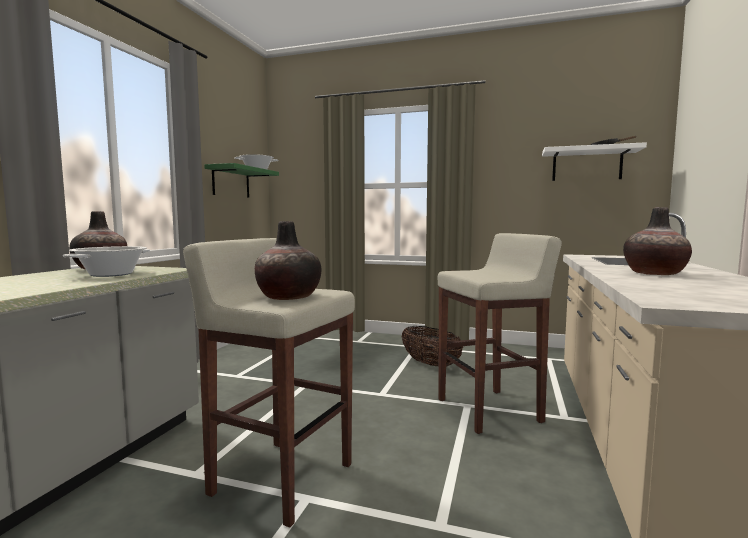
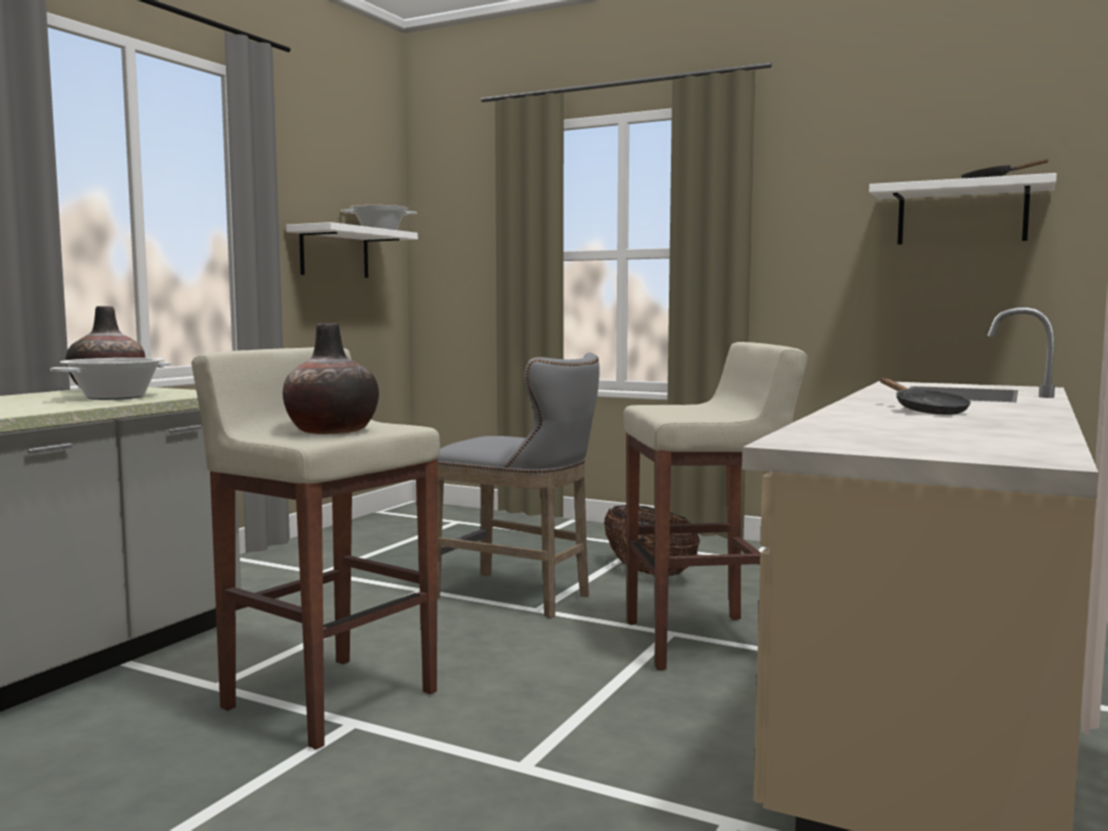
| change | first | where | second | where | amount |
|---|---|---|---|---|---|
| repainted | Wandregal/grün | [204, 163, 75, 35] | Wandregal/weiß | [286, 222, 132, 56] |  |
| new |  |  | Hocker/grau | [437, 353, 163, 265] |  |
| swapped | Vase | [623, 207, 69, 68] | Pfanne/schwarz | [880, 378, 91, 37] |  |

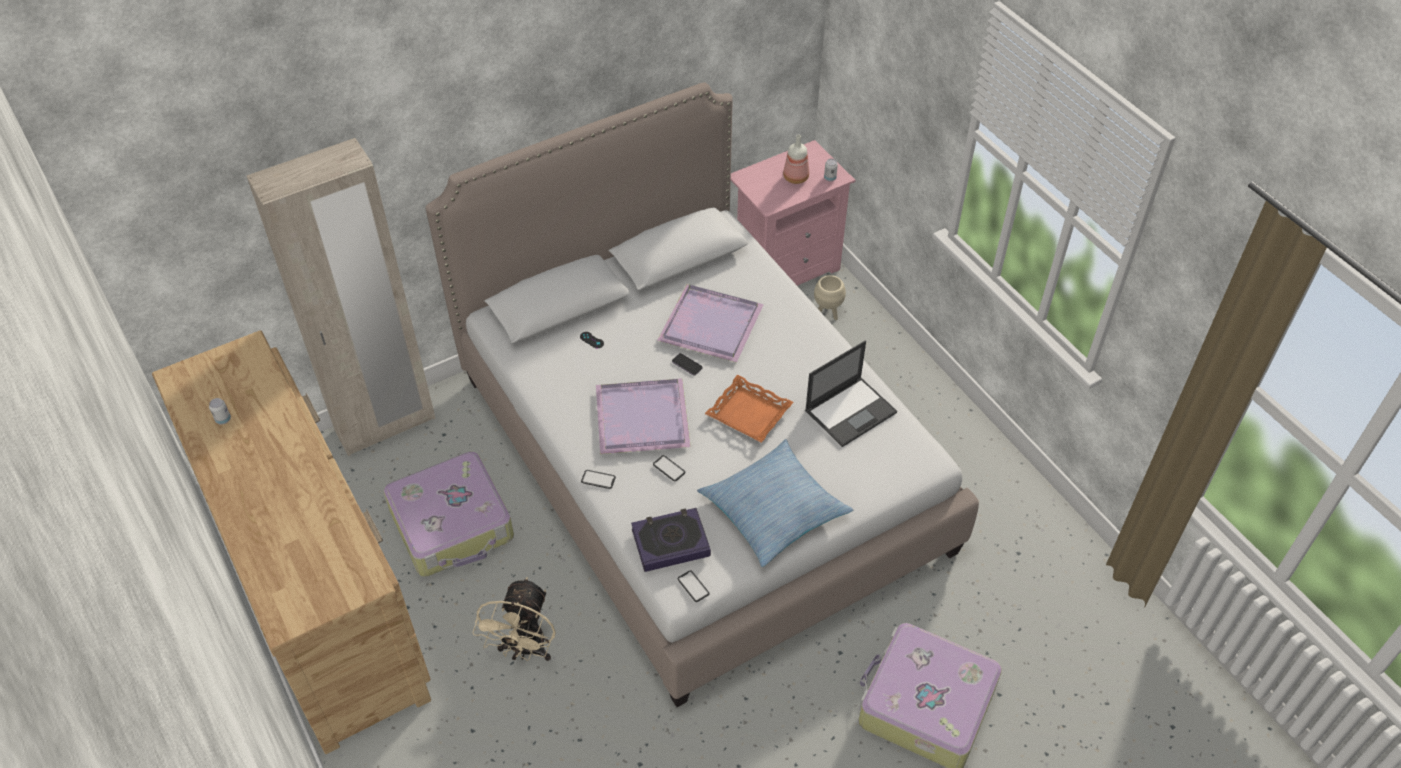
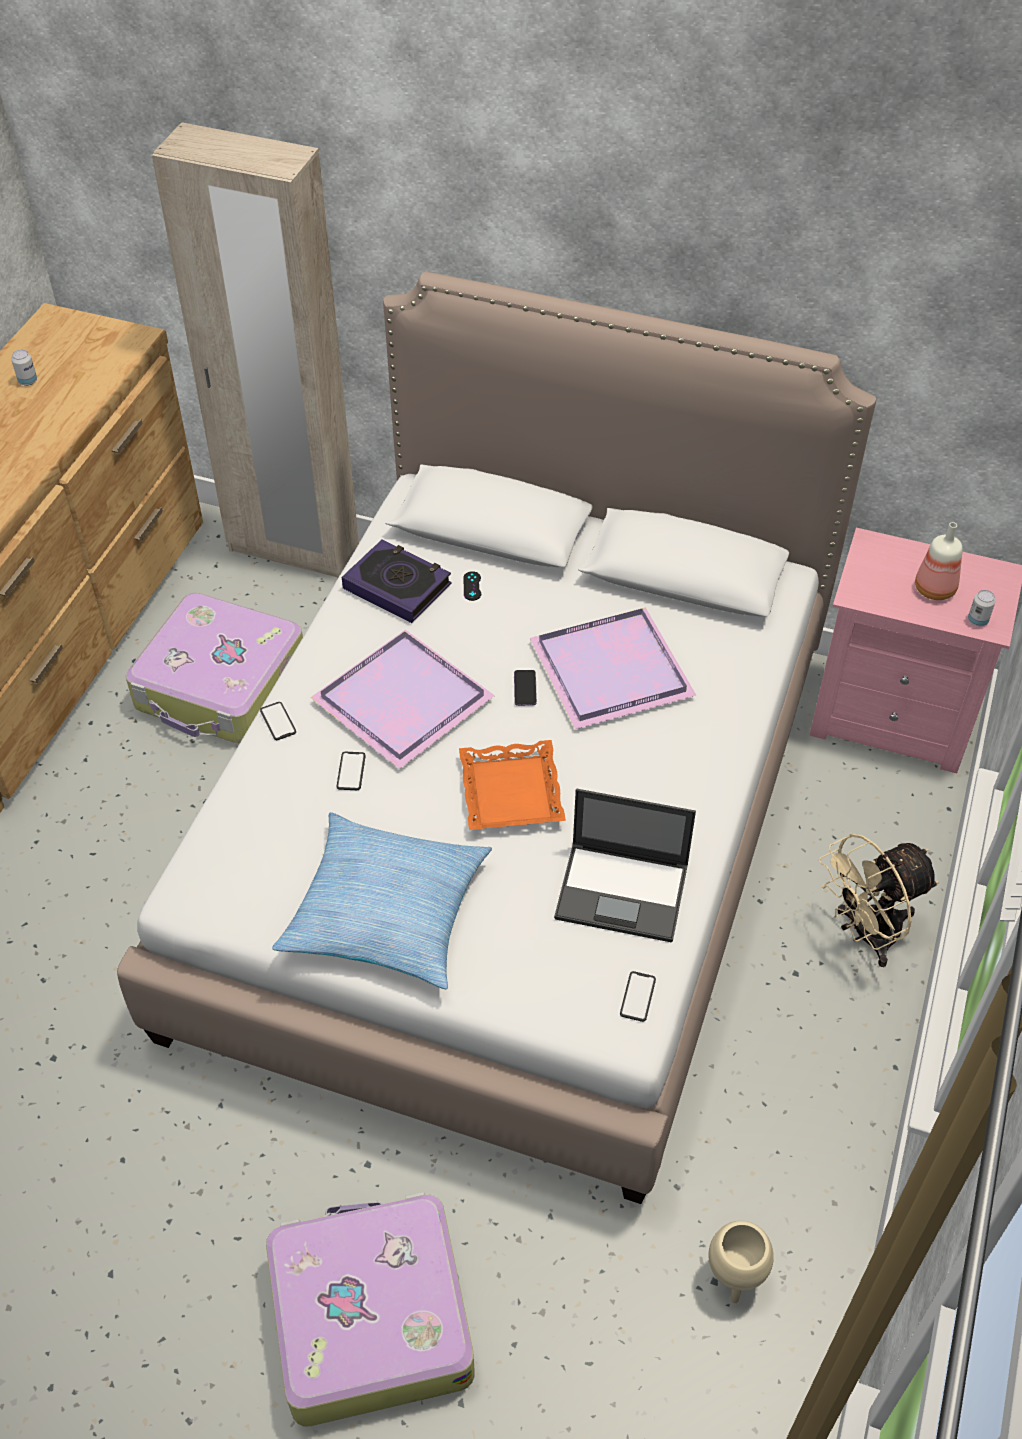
| change | first | where | second | where | amount |
|---|---|---|---|---|---|
| shifted | Buch | [631, 508, 80, 64] |  | [342, 540, 109, 83] |  |
| shifted | Handy | [678, 570, 31, 32] |  | [620, 971, 36, 51] |  |
| shifted | Pflanzkübel/beige | [814, 275, 32, 45] |  | [709, 1221, 65, 82] |  |
| shifted | Ventilator/beige | [472, 577, 84, 84] |  | [819, 834, 120, 133] |  |

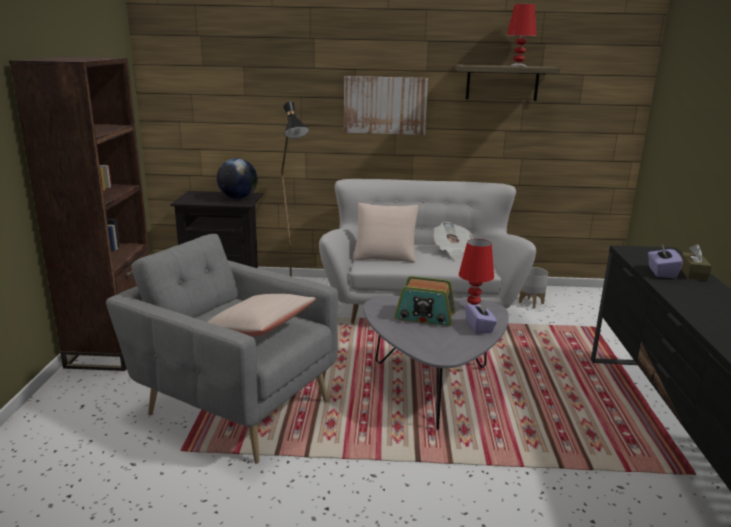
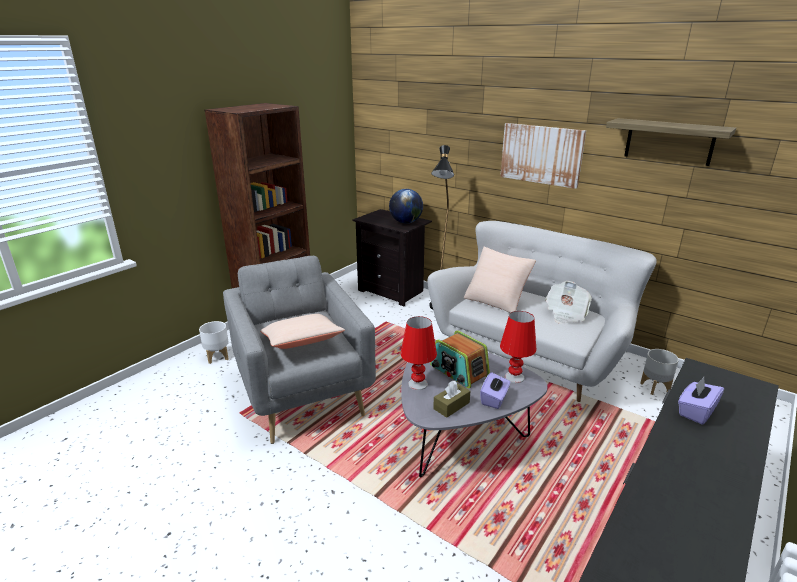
| change | first | where | second | where | amount |
|---|---|---|---|---|---|
| new |  |  | Pflanzkübel/weiß | [199, 321, 30, 43] |  |
| shifted | Tischlampe/rot | [507, 4, 29, 63] |  | [400, 316, 37, 74] |  |
| shifted | Taschentuchbox/braun | [681, 244, 31, 37] |  | [433, 380, 37, 38] |  |

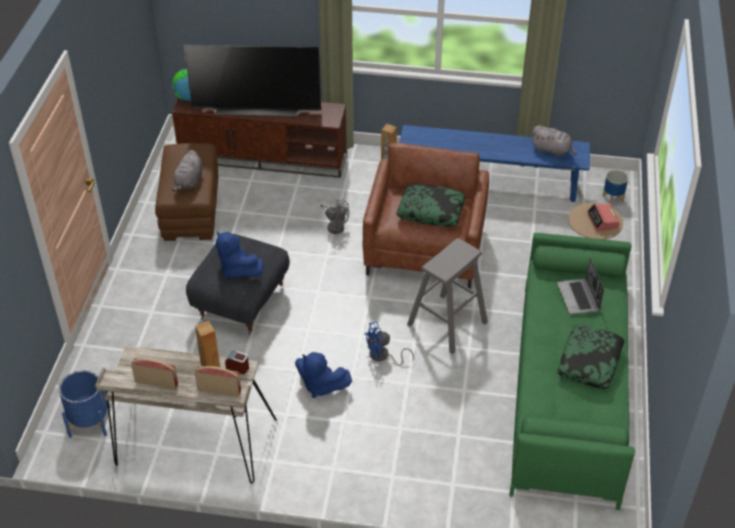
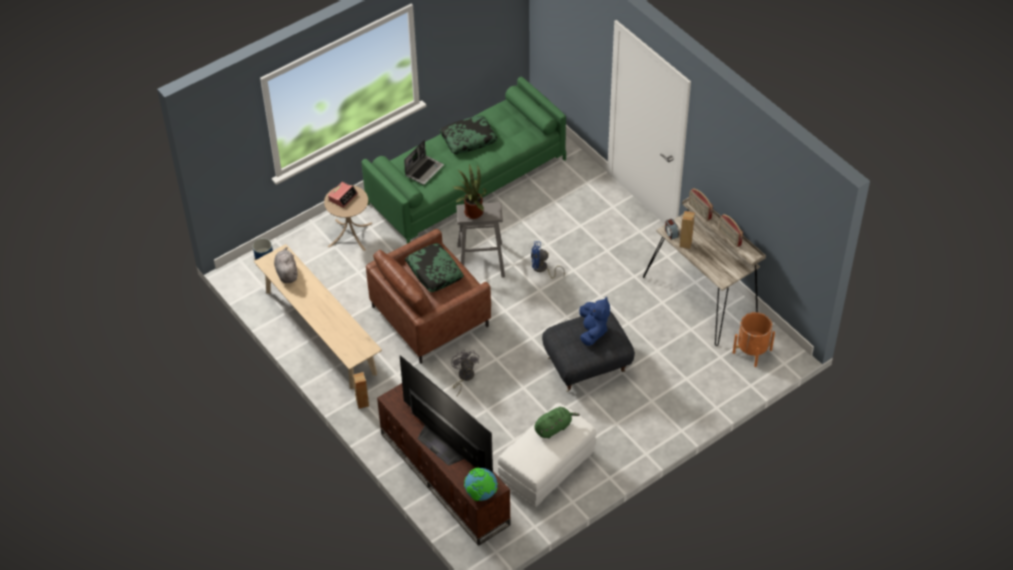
| change | first | where | second | where | amount |
|---|---|---|---|---|---|
| repainted | Bank/blau | [399, 125, 191, 77] | Bank/beige | [254, 244, 128, 145] |  |
| new |  |  | Topfpflanze | [454, 164, 33, 55] |  |
| repainted | Polsterhocker/braun | [155, 143, 63, 98] | Polsterhocker/weiß | [497, 402, 100, 106] |  |
| rotated | Ventilator/blau | [365, 322, 49, 44] |  | [531, 241, 34, 38] | 150 degrees clockwise |
| repainted | Plüschtier/grau | [171, 150, 32, 42] | Plüschtier/grün | [534, 407, 46, 31] |  |
| repainted | Pflanzkübel/blau | [59, 370, 51, 68] | Pflanzkübel/orange | [733, 312, 42, 55] |  |
| gone | Plüschtier/blau | [295, 352, 57, 46] |  |  |  |

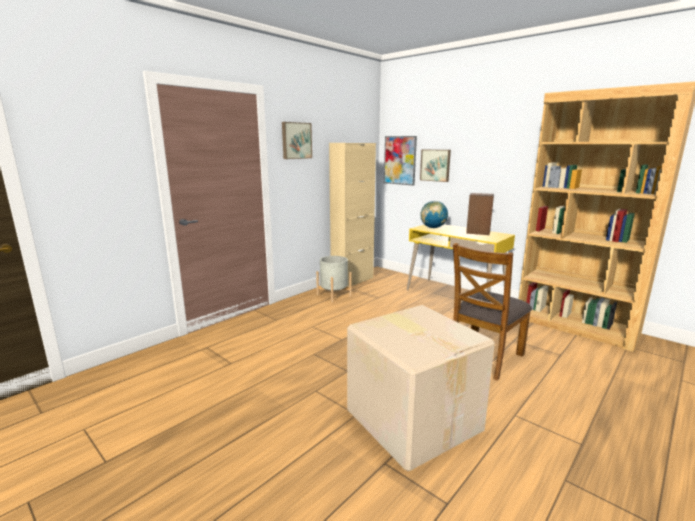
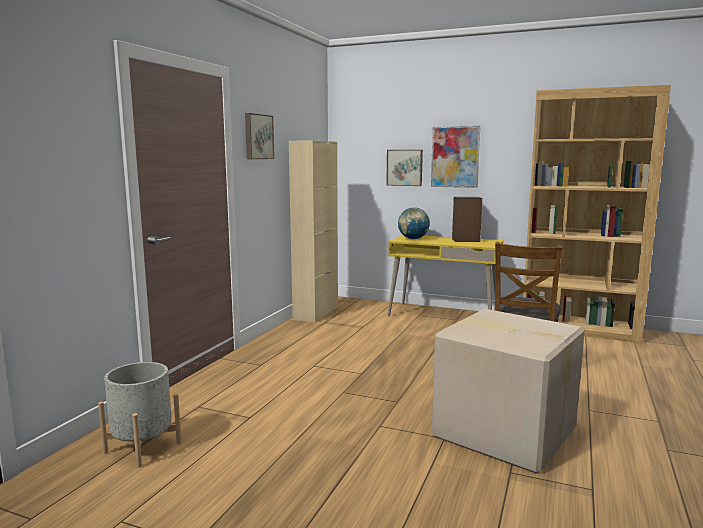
| change | first | where | second | where | amount |
|---|---|---|---|---|---|
| shifted | Pflanzkübel/grau | [316, 256, 36, 46] |  | [98, 362, 84, 106] |  |
| shifted | Bild | [384, 136, 33, 50] |  | [431, 125, 49, 63] |  |

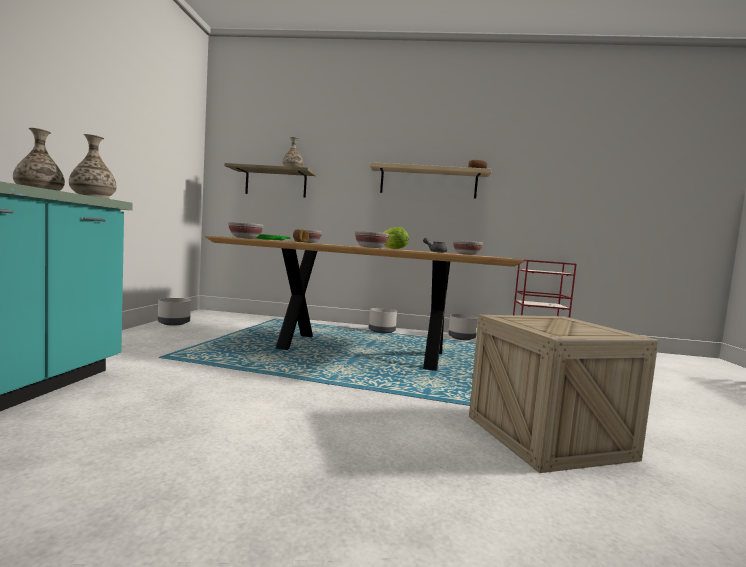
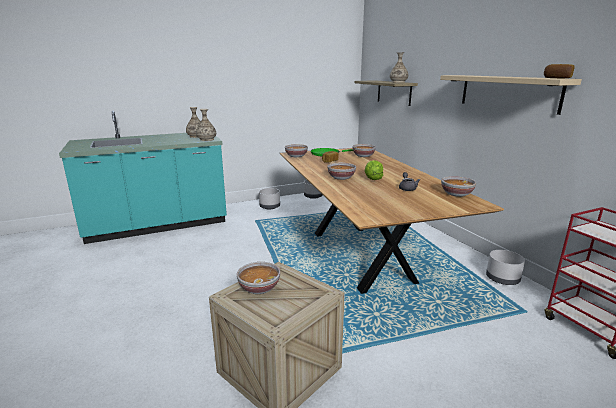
| change | first | where | second | where | amount |
|---|---|---|---|---|---|
| new |  |  | Schüssel | [237, 262, 43, 32] |  |
| shifted | Pflanzkübel/grau | [369, 308, 28, 25] |  | [259, 188, 21, 21] |  |

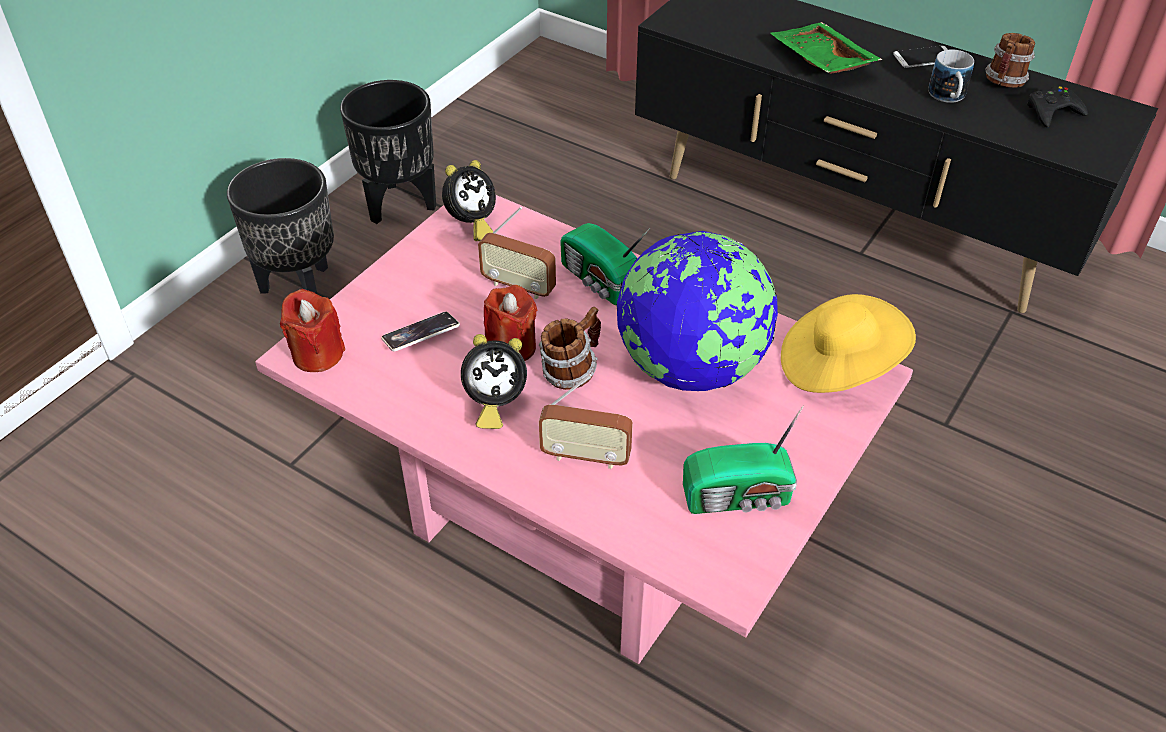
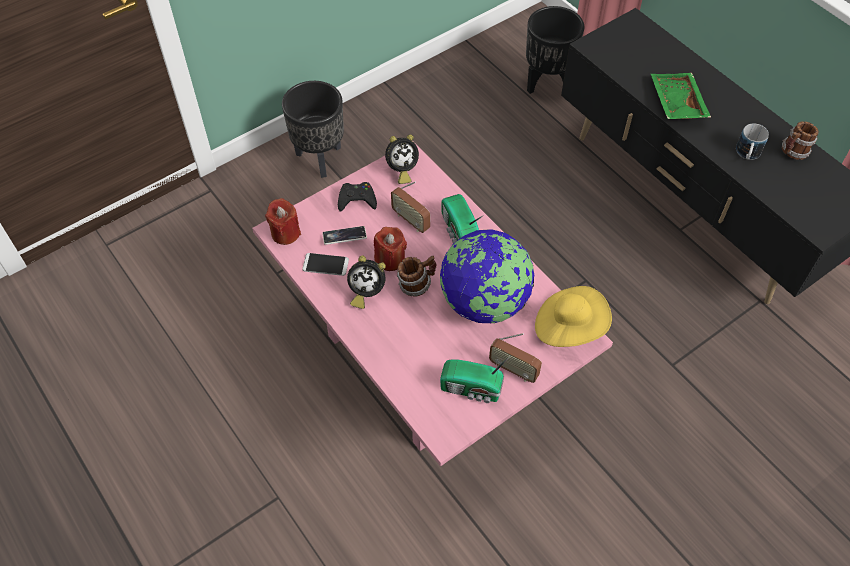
| change | first | where | second | where | amount |
|---|---|---|---|---|---|
| shifted | Handy | [893, 46, 55, 22] |  | [302, 253, 47, 23] |  |
| shifted | Gamepad/schwarz | [1027, 86, 61, 42] |  | [338, 182, 39, 30] |  |
| shifted | Radio | [539, 374, 94, 95] |  | [489, 333, 53, 50] |  |
| shifted | Pflanzkübel/schwarz | [340, 80, 96, 144] |  | [526, 6, 58, 88] |  |

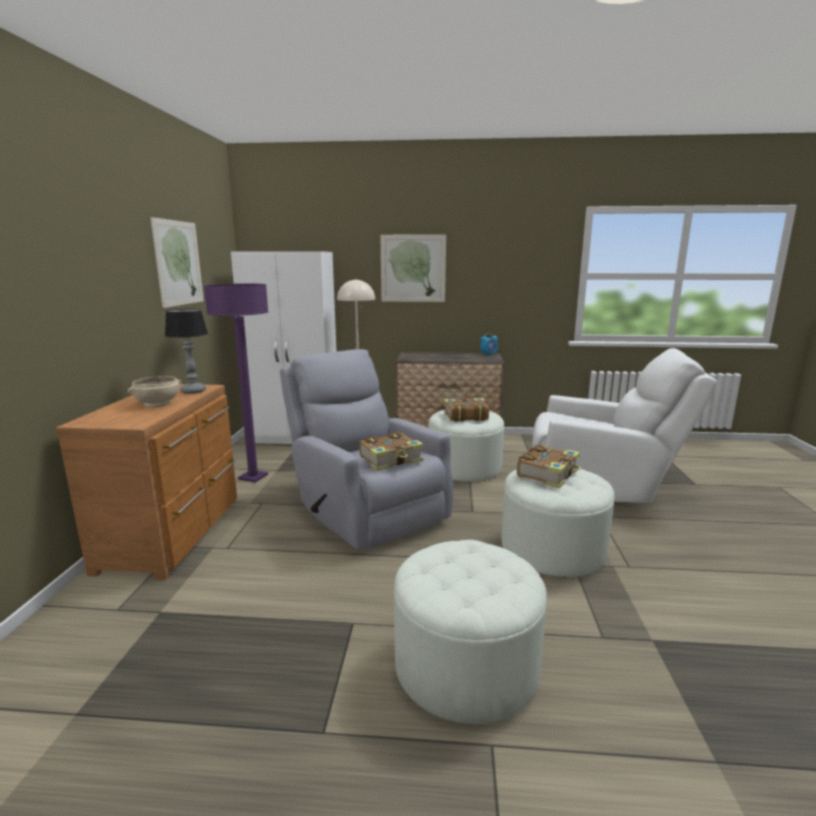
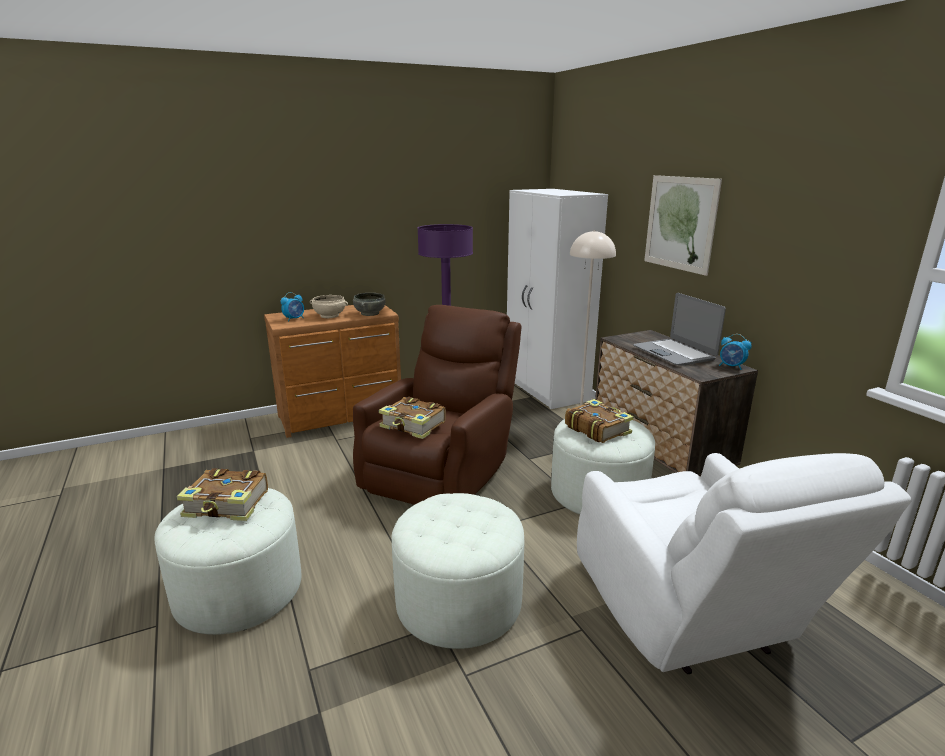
| change | first | where | second | where | amount |
|---|---|---|---|---|---|
| shifted | Buch | [517, 445, 64, 43] |  | [176, 468, 92, 53] |  |
| new |  |  | Wecker | [281, 292, 23, 30] |  |
| swapped | Tischlampe | [165, 309, 43, 85] | Schüssel/grau | [353, 293, 33, 23] |  |
| repainted | Sessel/grau | [280, 349, 173, 201] | Sessel/braun | [353, 305, 169, 200] |  |
| new |  |  | Laptop | [633, 293, 93, 73] |  |
| gone | Bild | [150, 217, 54, 91] |  |  |  |

